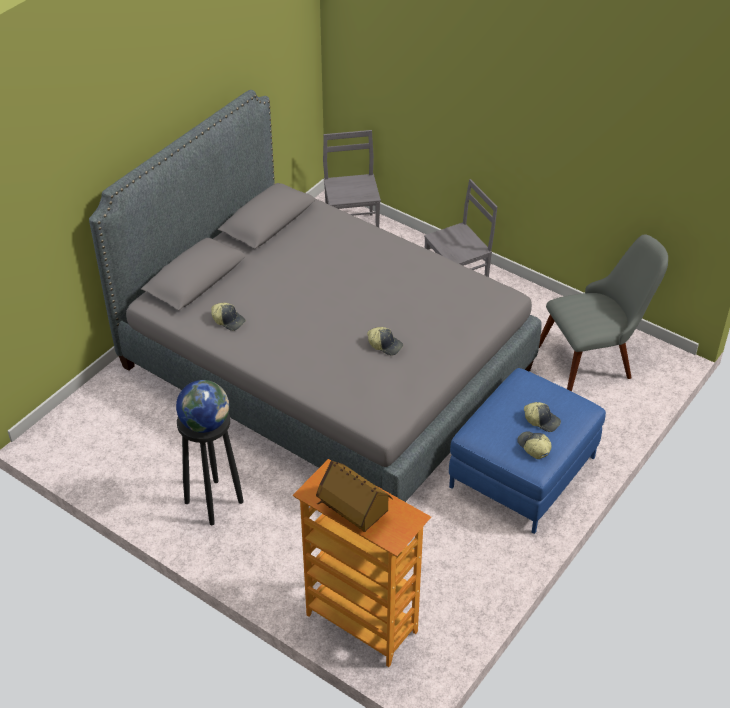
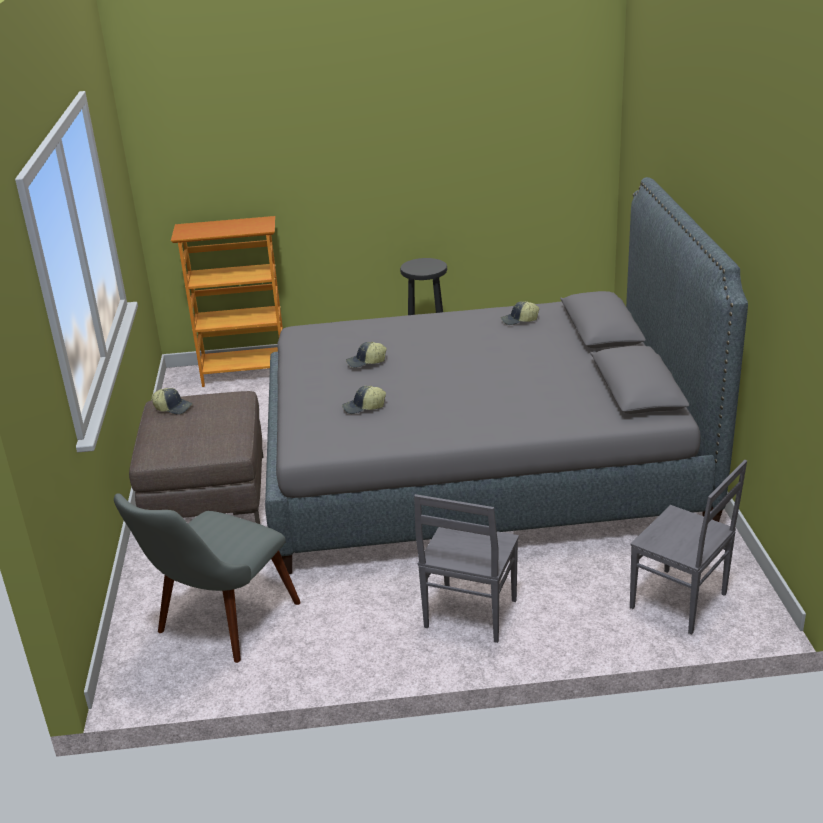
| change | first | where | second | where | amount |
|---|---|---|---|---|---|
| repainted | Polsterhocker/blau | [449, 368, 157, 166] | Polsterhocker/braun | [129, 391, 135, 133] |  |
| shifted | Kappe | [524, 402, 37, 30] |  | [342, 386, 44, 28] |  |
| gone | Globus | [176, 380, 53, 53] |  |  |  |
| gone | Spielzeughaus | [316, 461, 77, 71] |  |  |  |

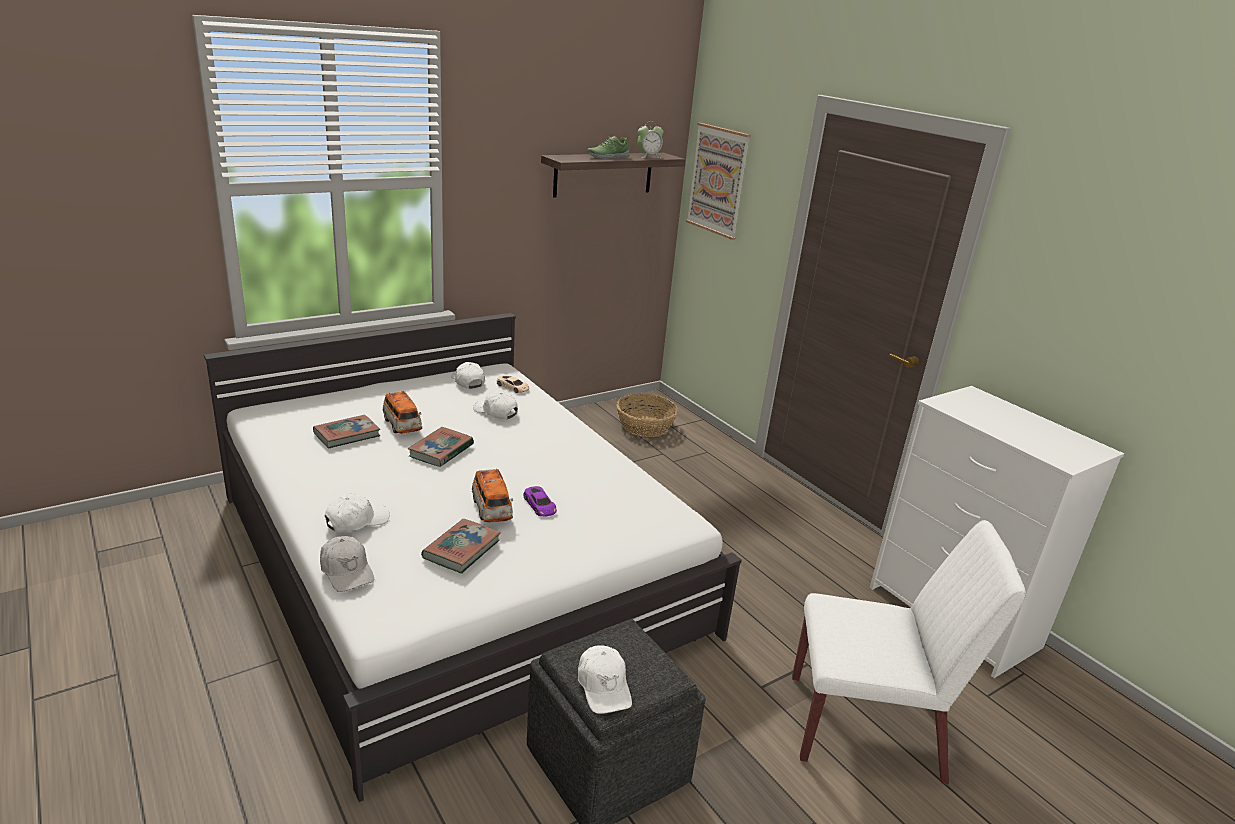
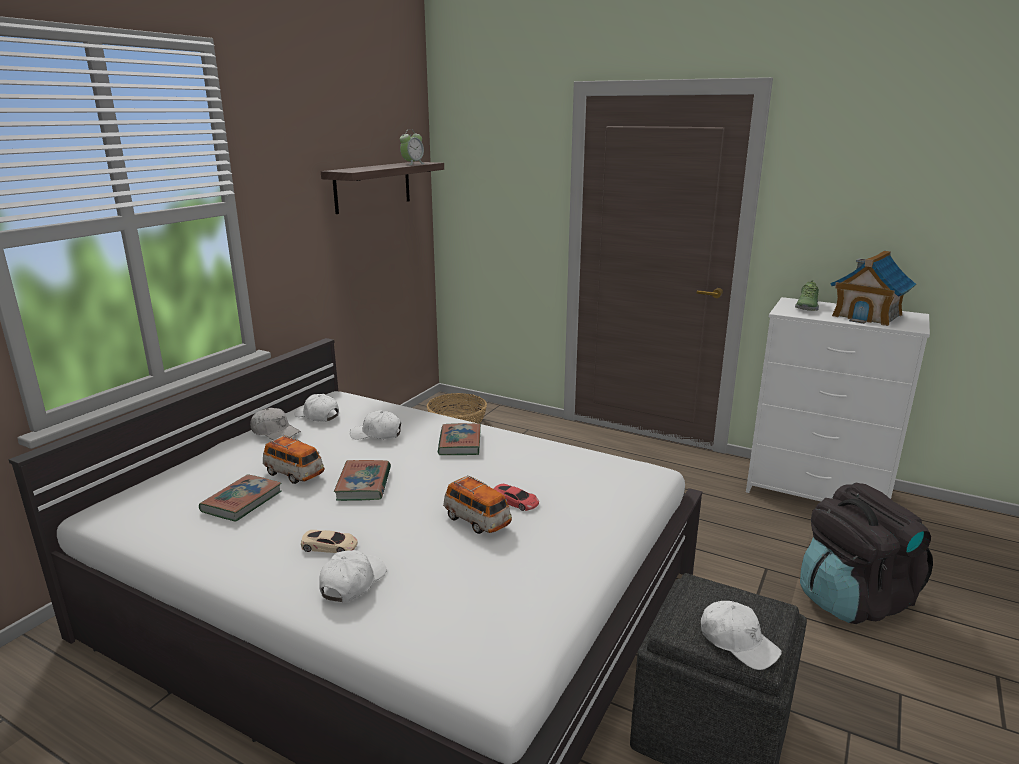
| change | first | where | second | where | amount |
|---|---|---|---|---|---|
| shifted | Kappe/weiß | [320, 536, 54, 56] |  | [250, 408, 51, 32] |  |
| shifted | Spielzeugauto/beige | [497, 375, 33, 18] |  | [301, 530, 57, 23] |  |
| shifted | Buch | [421, 519, 80, 54] |  | [438, 423, 43, 32] |  |
| repainted | Spielzeugauto/lila | [523, 486, 34, 31] | Spielzeugauto/rot | [494, 484, 45, 27] |  |
| shifted | Schuh | [587, 136, 43, 23] |  | [795, 280, 24, 31] |  |
| swapped | Stuhl/weiß | [792, 520, 234, 264] | Rucksack/schwarz | [800, 483, 133, 141] |  |
| new |  |  | Spielzeughaus | [830, 251, 86, 75] |  |
| gone | Bild | [686, 123, 65, 117] |  |  |  |

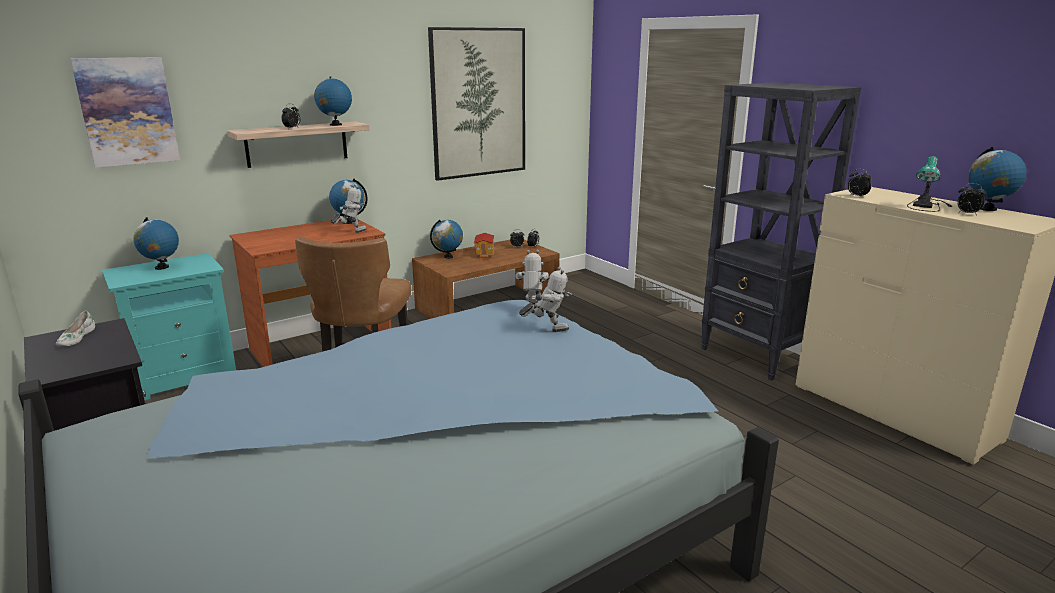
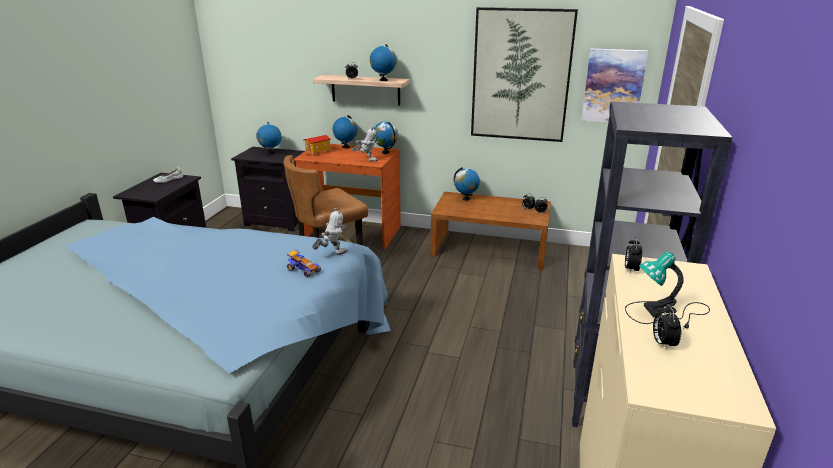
| change | first | where | second | where | amount |
|---|---|---|---|---|---|
| repainted | Nachttisch/türkis | [102, 253, 134, 147] | Nachttisch/schwarz | [231, 147, 74, 85] |  |
| swapped | Spielzeugroboter | [519, 266, 53, 66] | Spielzeugauto | [287, 249, 34, 29] |  |
| shifted | Spielzeughaus | [474, 233, 21, 25] |  | [303, 135, 29, 21] |  |
| shifted | Globus | [968, 147, 58, 64] |  | [333, 115, 25, 34] |  |
| shifted | Bild | [70, 57, 110, 111] |  | [581, 49, 67, 73] |  |

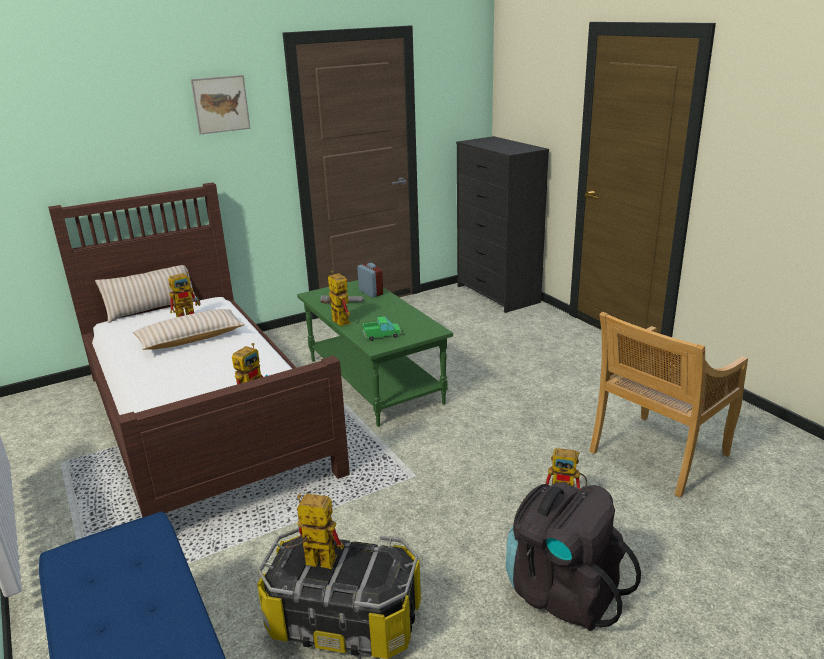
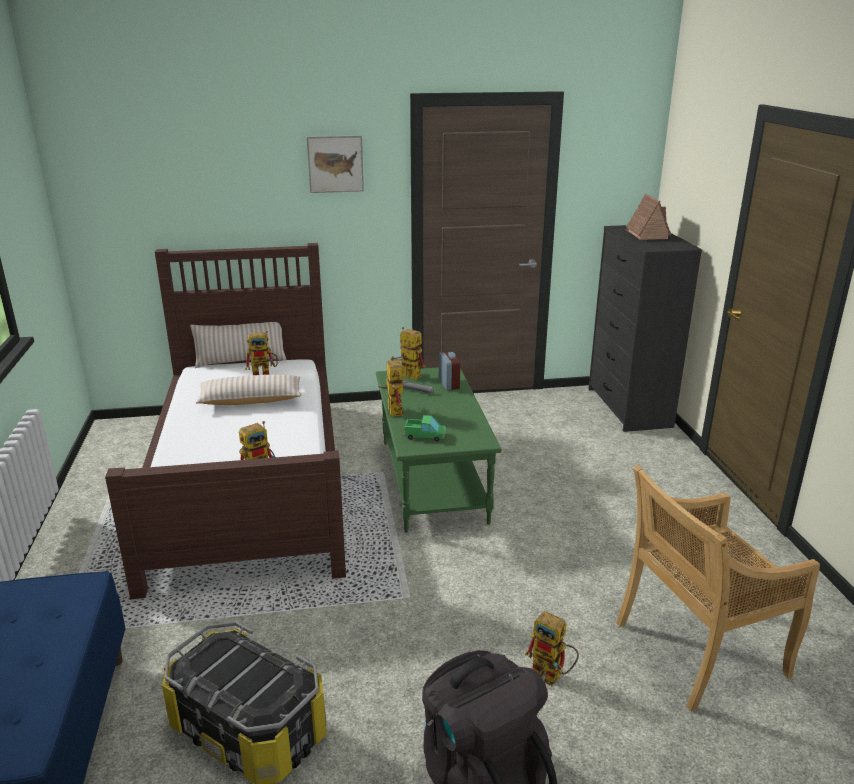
| change | first | where | second | where | amount |
|---|---|---|---|---|---|
| shifted | Spielzeugroboter | [285, 494, 59, 75] |  | [390, 327, 36, 53] |  |
| new |  |  | Spielzeughaus | [625, 194, 46, 46] |  |

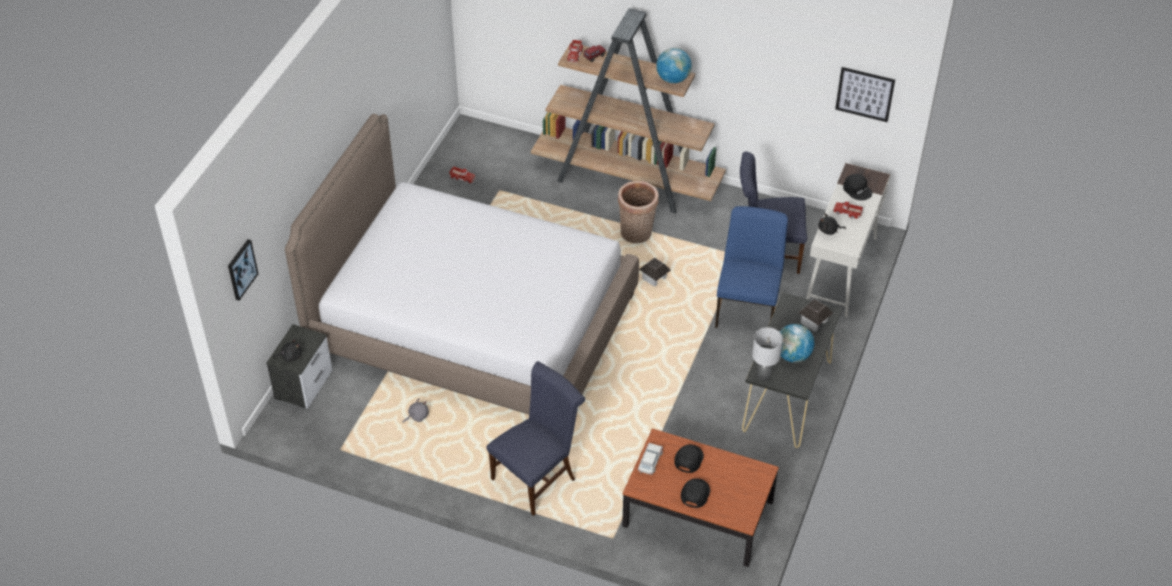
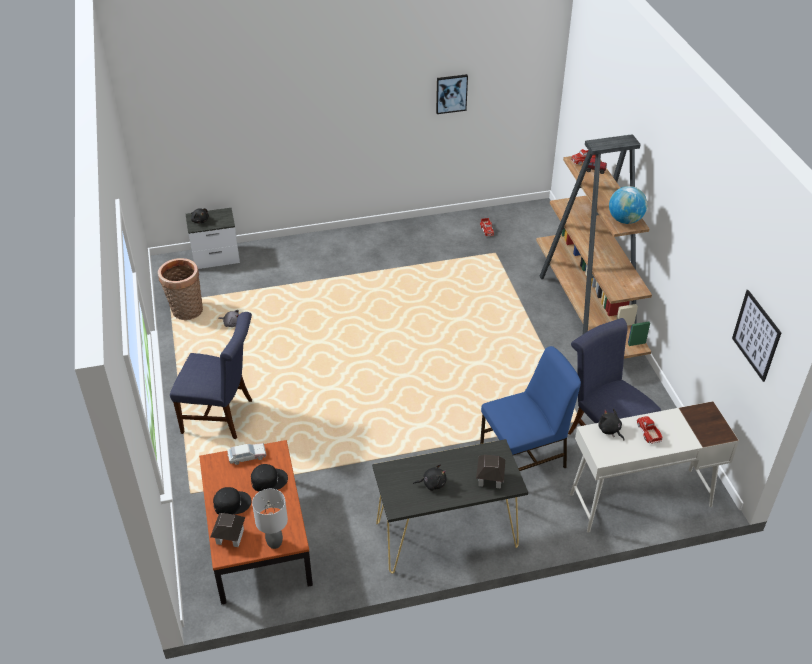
| change | first | where | second | where | amount |
|---|---|---|---|---|---|
| shifted | Korb | [618, 181, 41, 62] |  | [158, 258, 45, 62] |  |
| shifted | Spielzeughaus | [639, 258, 32, 29] |  | [210, 513, 35, 34] |  |
| shifted | Tischlampe/grau | [752, 327, 31, 54] |  | [252, 489, 36, 60] |  |
| swapped | Globus | [779, 324, 35, 39] | Plüschtier/schwarz | [413, 464, 34, 27] |  |
| shifted | Bild | [228, 239, 30, 62] |  | [436, 74, 32, 40] |  |
| gone | Bett | [285, 114, 354, 301] |  |  |  |
| gone | Kappe/schwarz | [843, 174, 29, 27] |  |  |  |

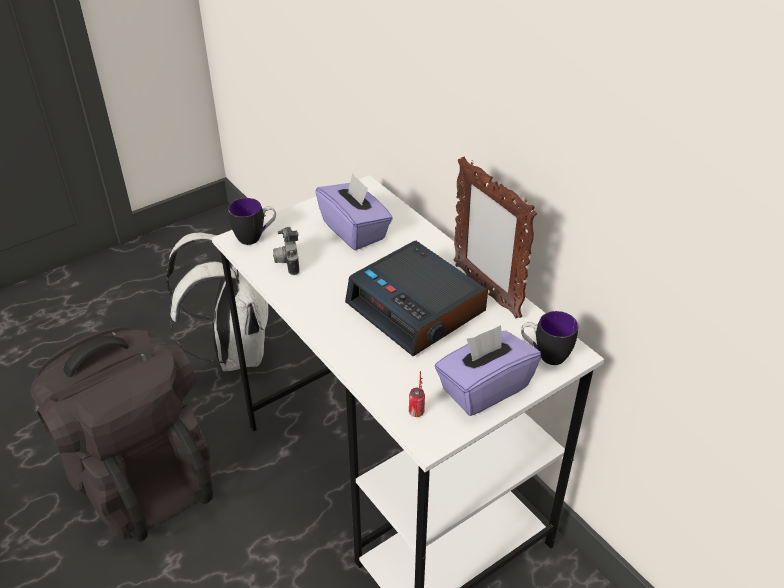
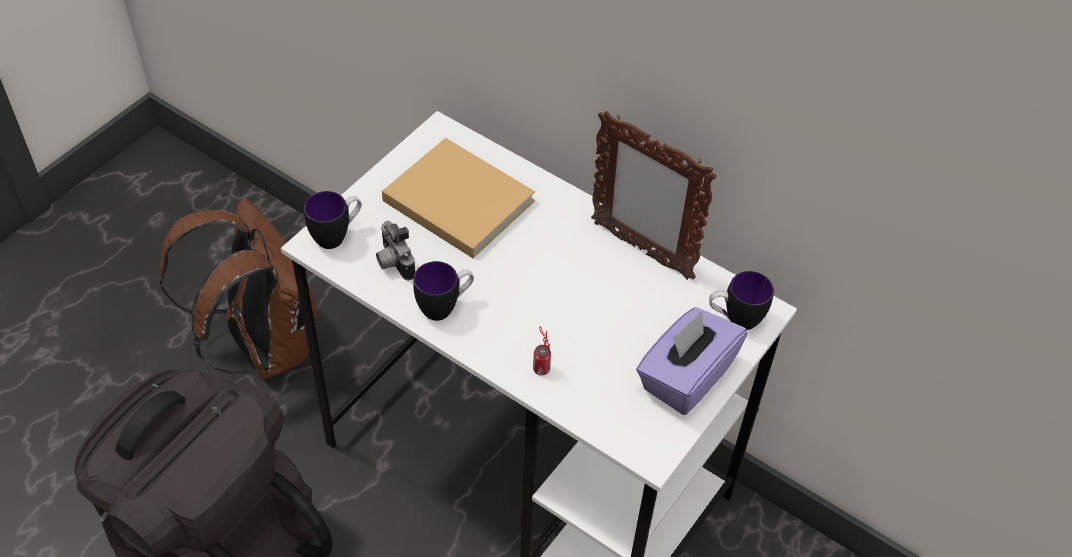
| change | first | where | second | where | amount |
|---|---|---|---|---|---|
| repainted | Rucksack/weiß | [166, 232, 102, 139] | Rucksack/braun | [160, 198, 157, 181] |  |
| swapped | Taschentuchbox/lila | [315, 173, 78, 77] | Buch/beige | [382, 138, 153, 120] |  |
| new |  |  | Henkelbecher | [413, 261, 61, 60] |  |
| shifted | Dose | [409, 371, 16, 46] |  | [533, 326, 18, 49] |  |
| gone | Wecker | [345, 241, 143, 115] |  |  |  |

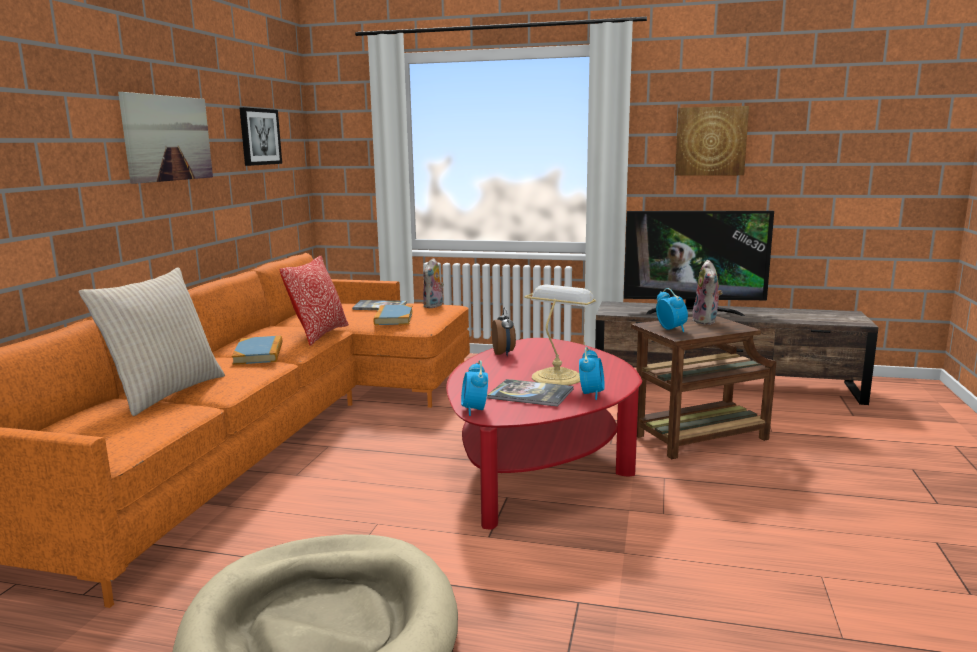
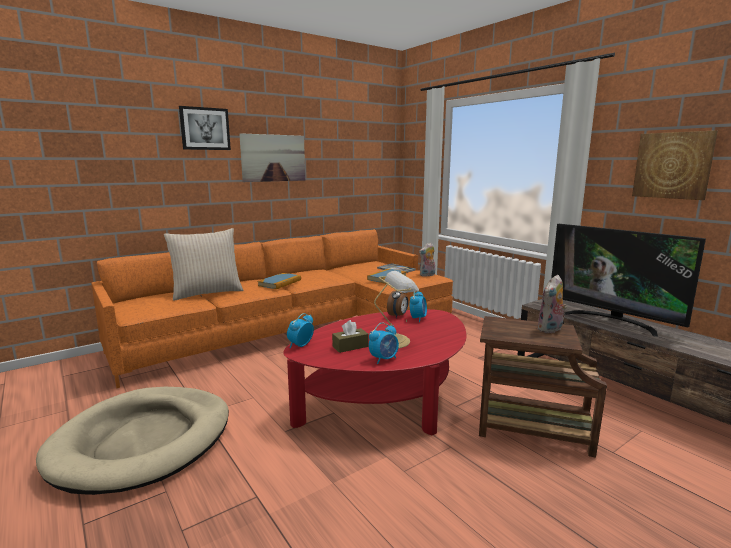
| change | first | where | second | where | amount |
|---|---|---|---|---|---|
| shifted | Bild | [239, 107, 43, 59] |  | [179, 106, 52, 44] |  |
| swapped | Buch | [487, 379, 86, 28] | Taschentuchbox/braun | [332, 320, 37, 33] |  |
| shifted | Wecker | [656, 288, 32, 44] |  | [410, 291, 17, 31] |  |
| gone | Kissen | [279, 256, 70, 90] |  |  |  |

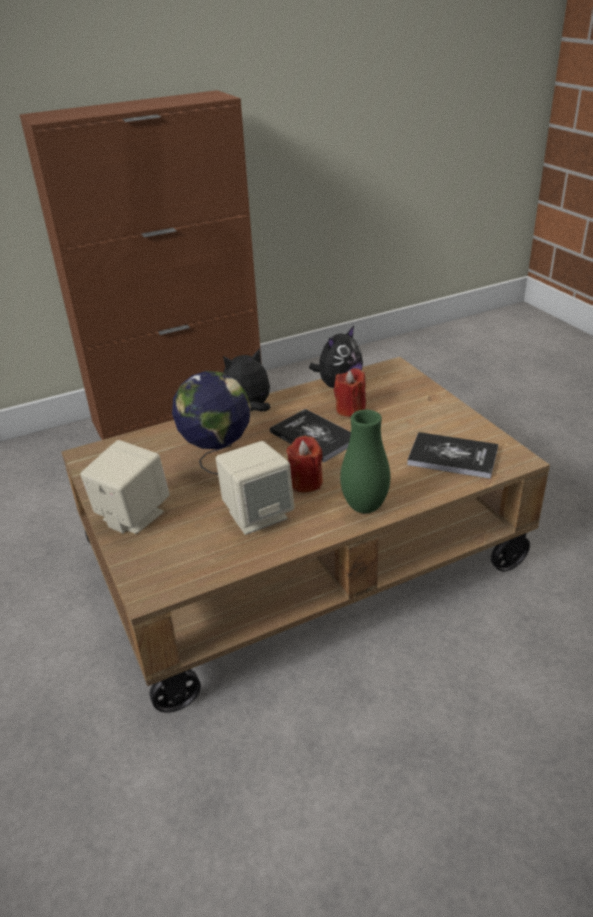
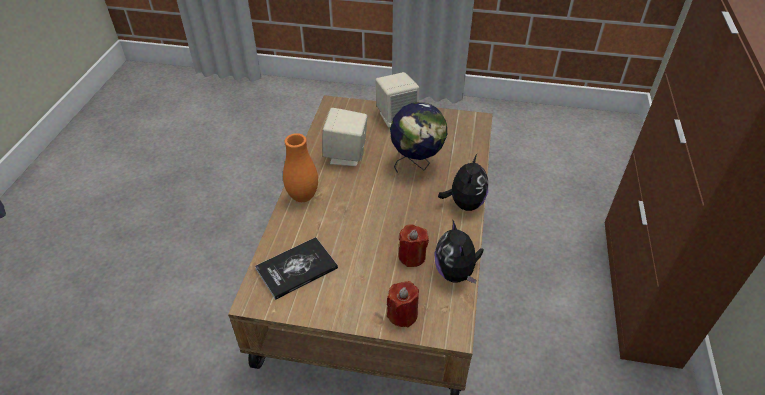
| change | first | where | second | where | amount |
|---|---|---|---|---|---|
| repainted | Vase/grün | [340, 410, 50, 103] | Vase/orange | [283, 133, 35, 69] |  |
| shifted | Kerze/rot | [286, 436, 37, 57] |  | [387, 281, 32, 46] |  |
| gone | Buch | [270, 409, 81, 53] |  |  |  |

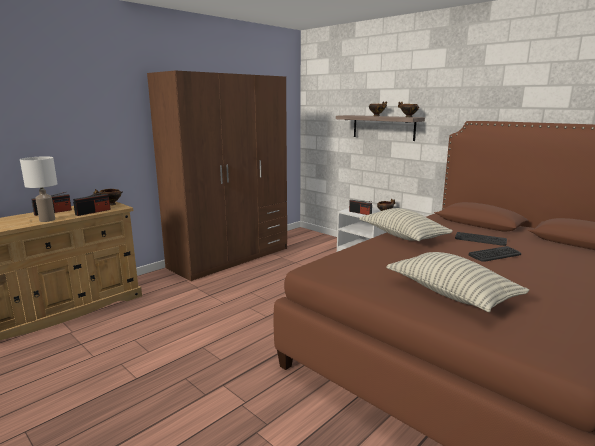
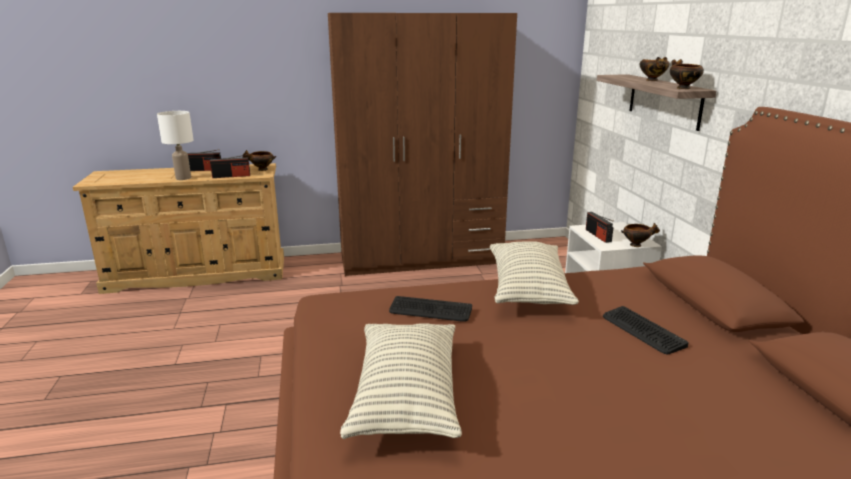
| change | first | where | second | where | amount |
|---|---|---|---|---|---|
| shifted | Tastatur | [468, 246, 53, 16] |  | [389, 296, 83, 26] |  |

